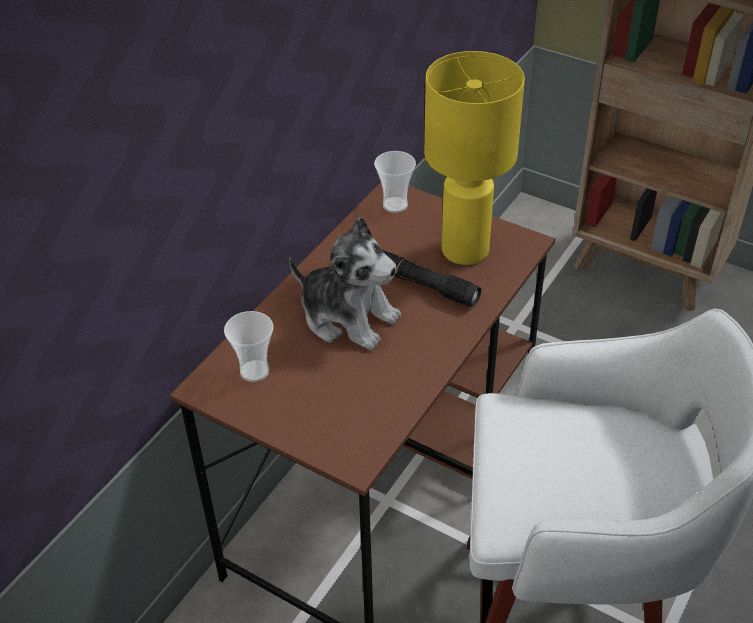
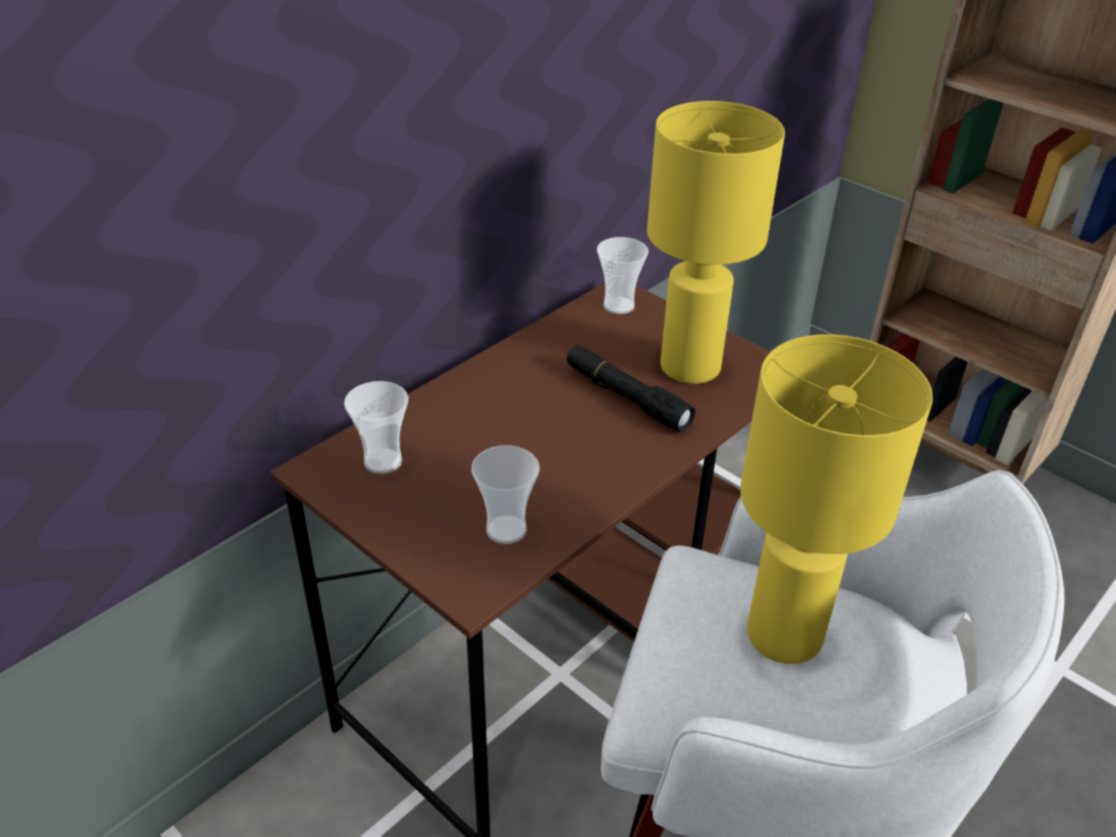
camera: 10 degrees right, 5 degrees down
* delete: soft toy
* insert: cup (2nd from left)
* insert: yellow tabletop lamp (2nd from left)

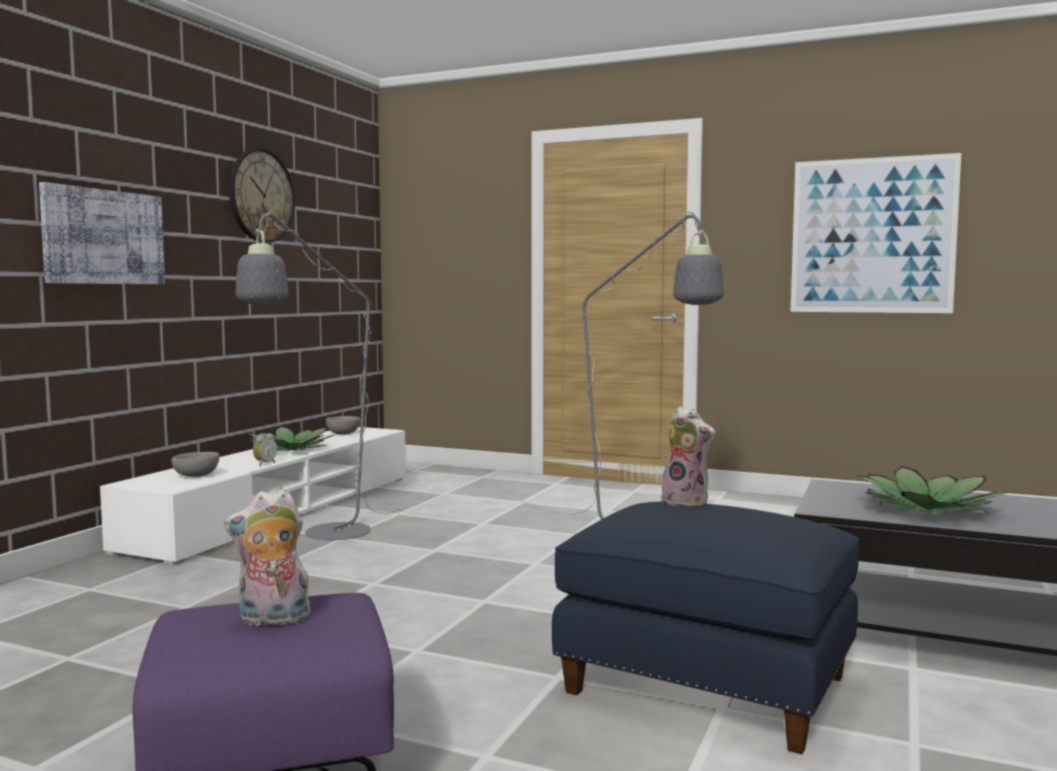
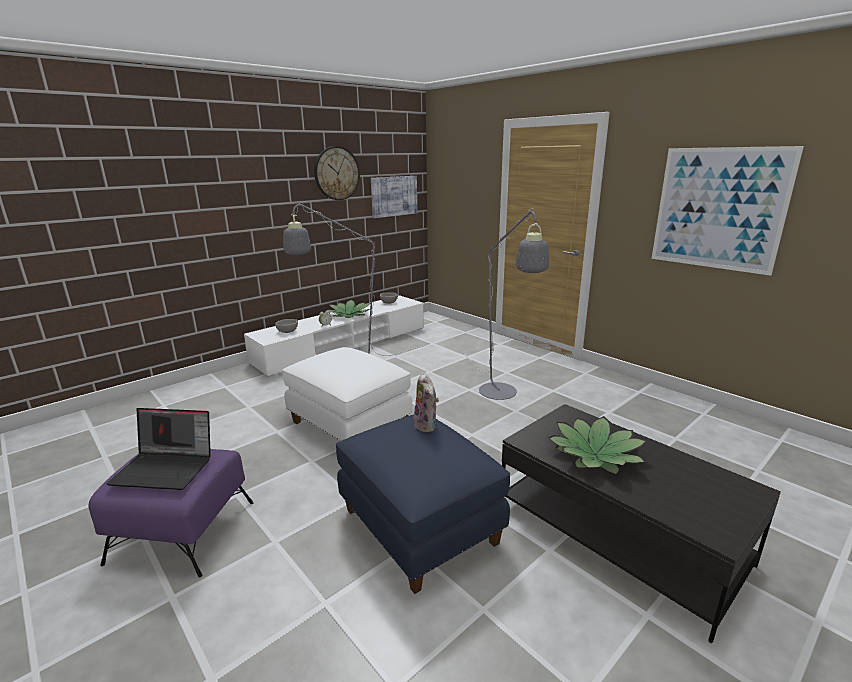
camera: 25 degrees right, 15 degrees up
* insert: whitish ottoman
* move: wall picture (1st from left)
* replace: soft toy (1st from left) to portable computer

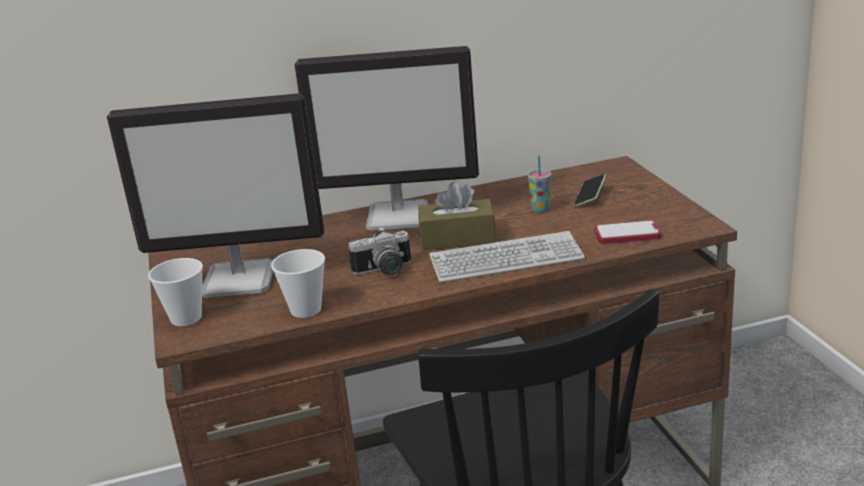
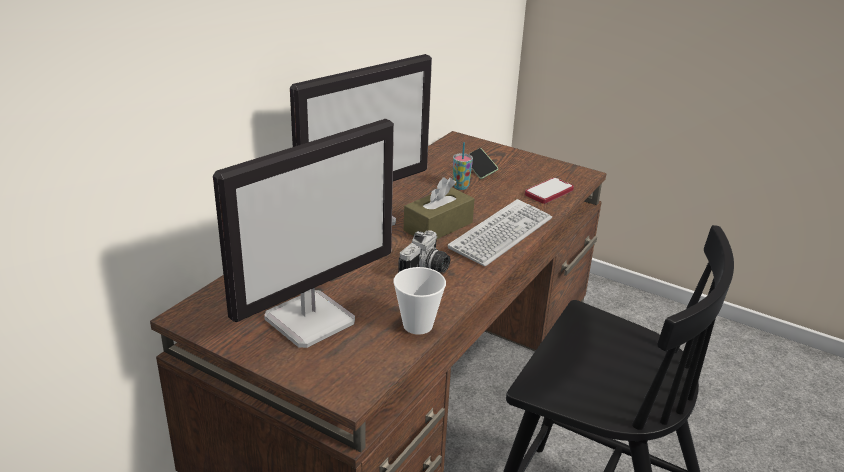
camera: 45 degrees left, 5 degrees up
* delete: cup (1st from left)

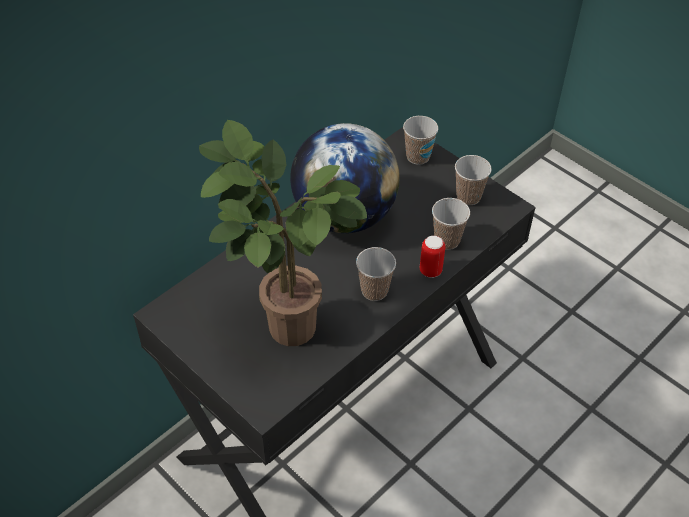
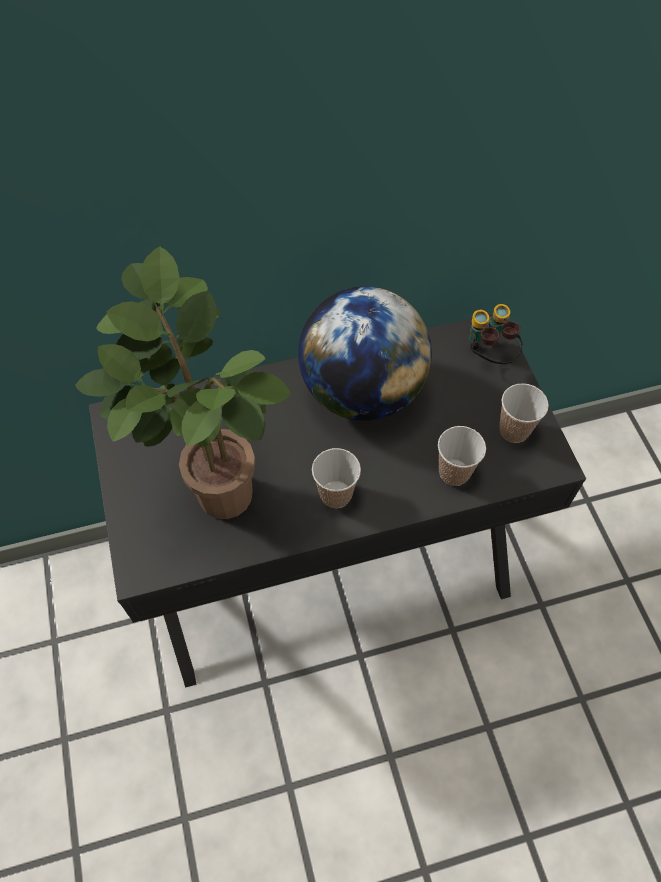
camera: 30 degrees right, 10 degrees up
* delete: metal can
* replace: cup (2nd from left) to field glasses

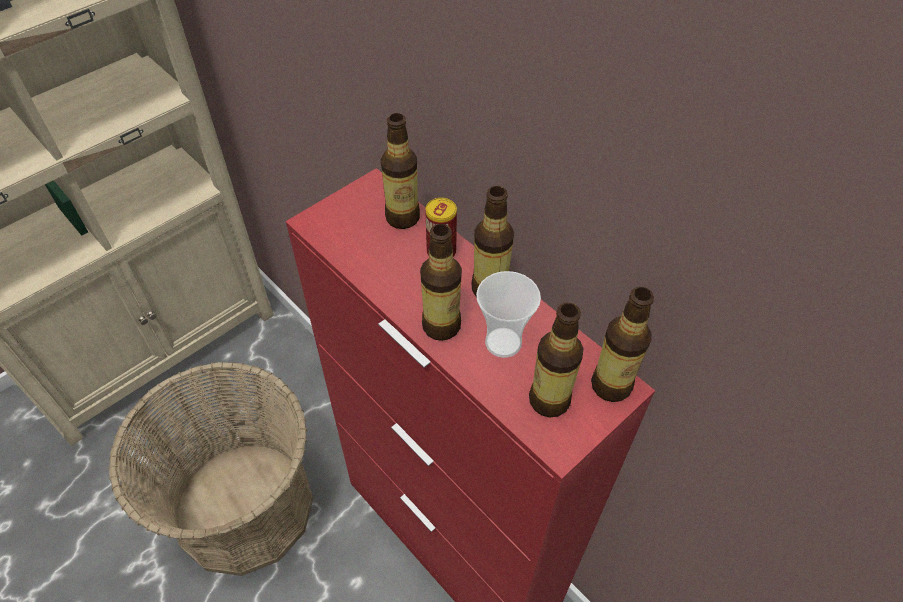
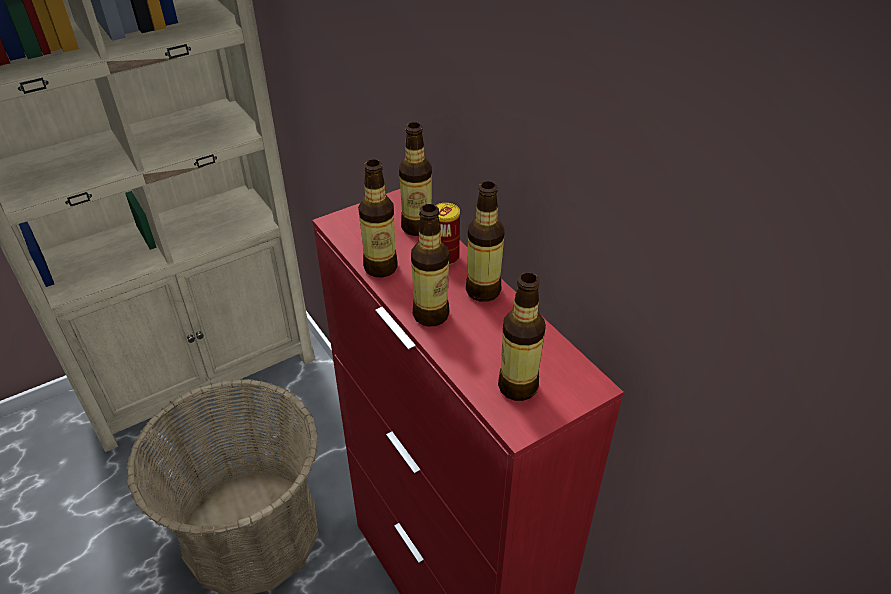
camera: 10 degrees right, 10 degrees down
* delete: cup
* move: drink bottle (5th from left in the first image) to drink bottle (1st from left)

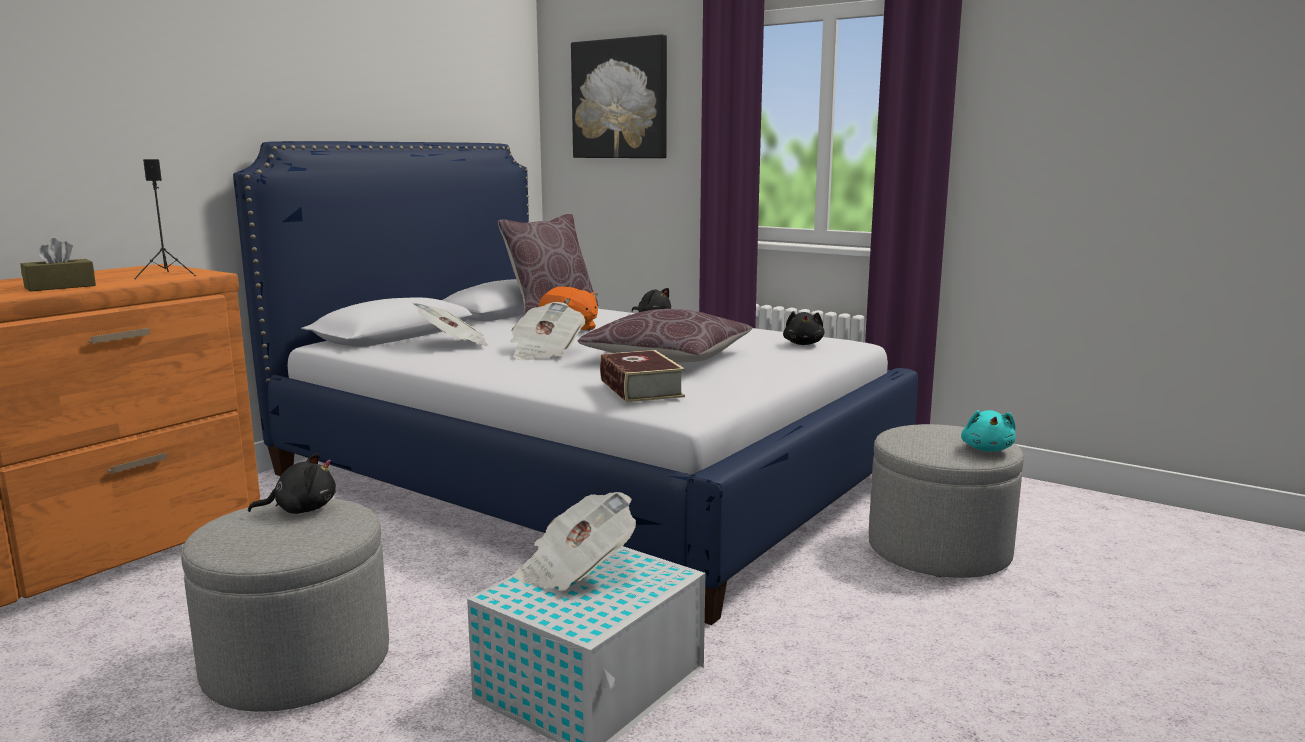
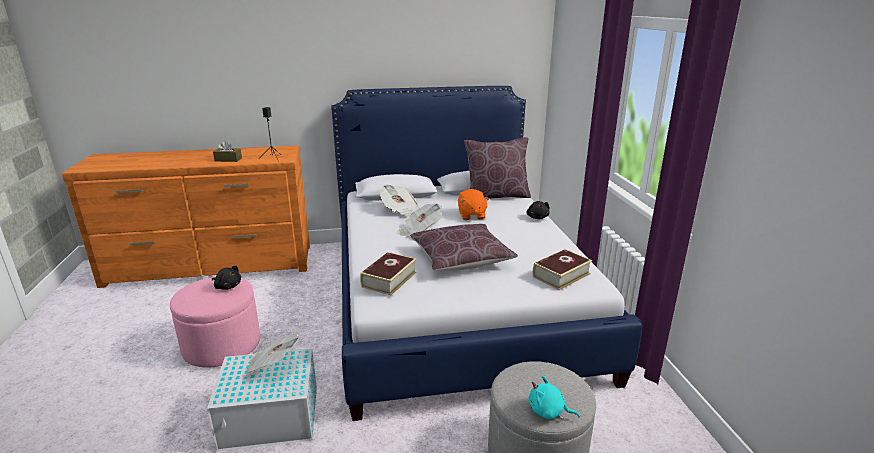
camera: 45 degrees right, 10 degrees up
* delete: wall picture
* replace: black soft toy (3rd from left) to volume (2nd from left)
* recolor: grey ottoman (1st from left) to pink-coloured ottoman
* rotate: turquoise-coloured soft toy 60 degrees clockwise

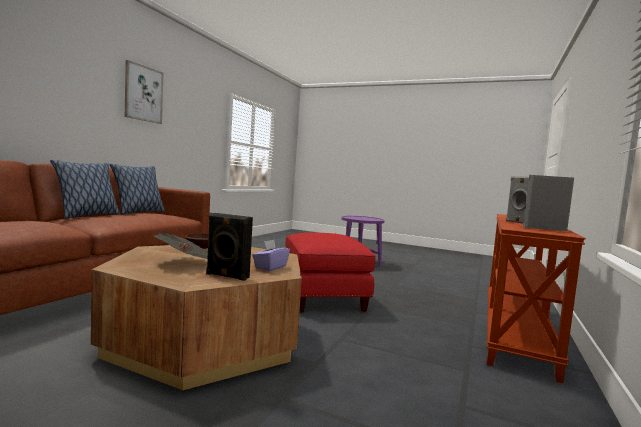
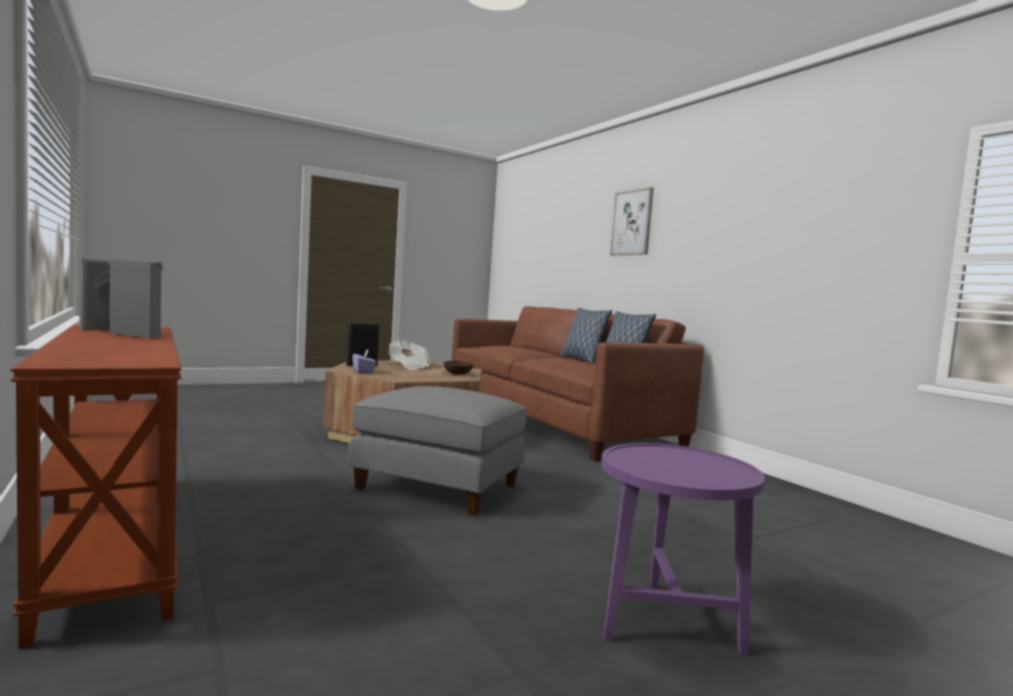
camera: 125 degrees right, 0 degrees up
* move: wall picture
* recolor: reddish ottoman to grey ottoman

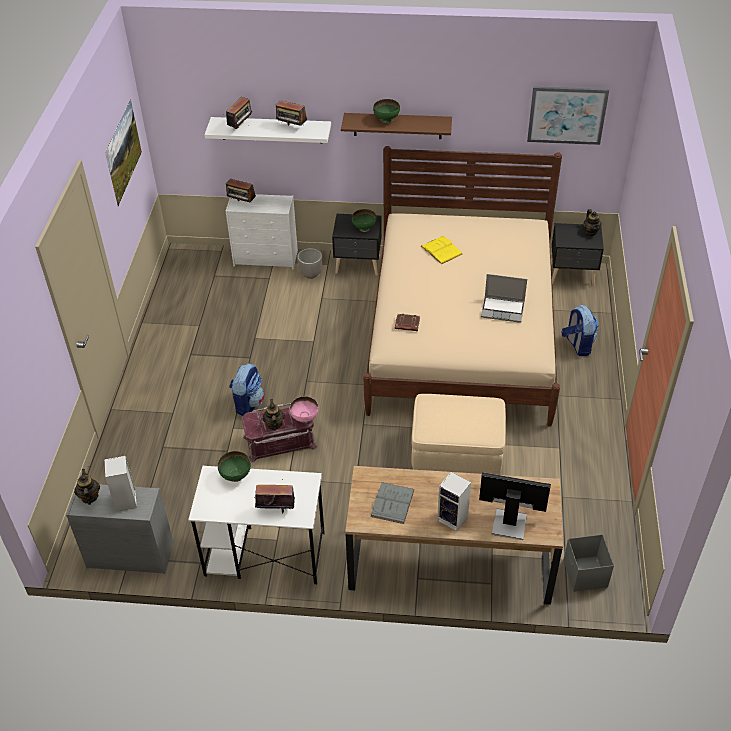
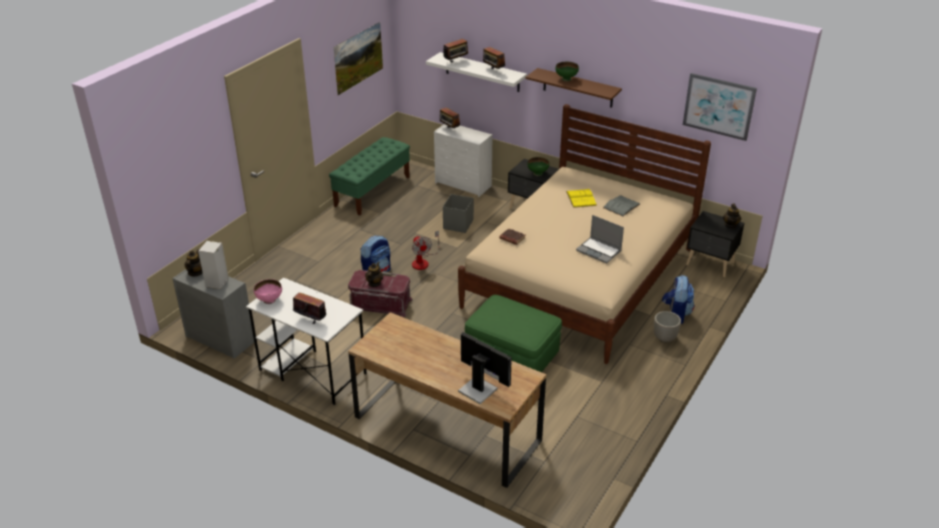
camera: 25 degrees right, 10 degrees down
* delete: greenish bowl (1st from left)
* delete: speaker (2nd from left)
* insert: greenish long seat
* insert: cooling fan
* move: pink-coloured bowl
* move: plant pot
* move: grey volume
* move: grey storage box
* recolor: beige ottoman to greenish ottoman

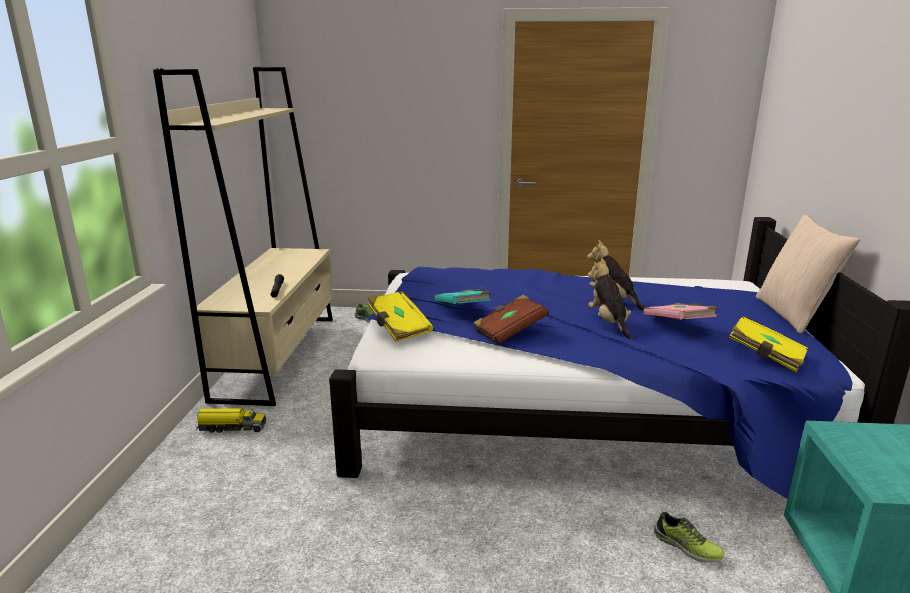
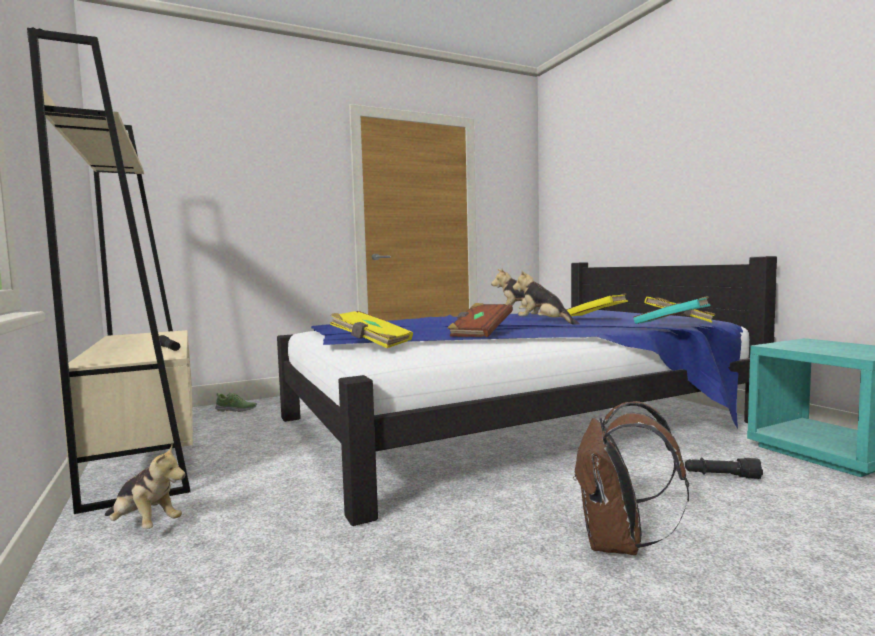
camera: 30 degrees left, 15 degrees down
* delete: beige pillow
* insert: brown-coloured rucksack
* move: turquoise-coloured volume
* replace: model truck to soft toy (1st from left)
* replace: item of footwear (2nd from left) to black flashlight (2nd from left)
* recolor: pink-coloured volume to yellow volume (2nd from left)

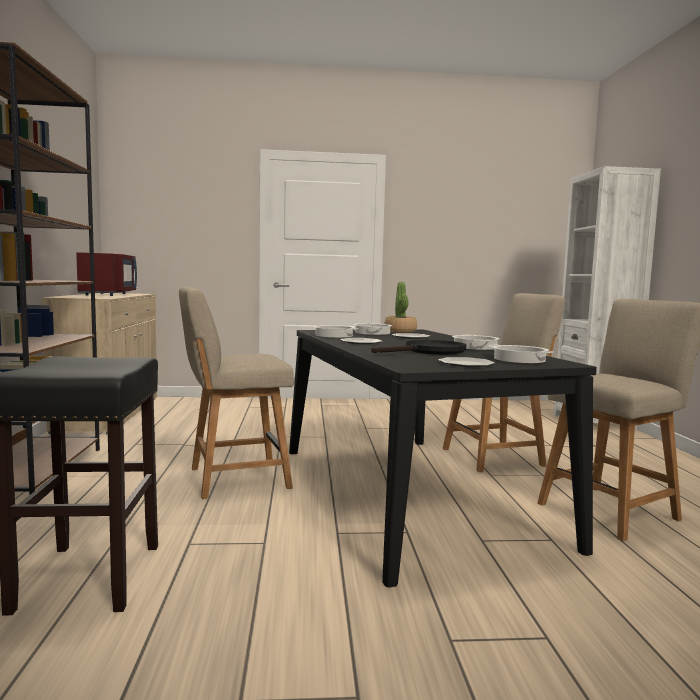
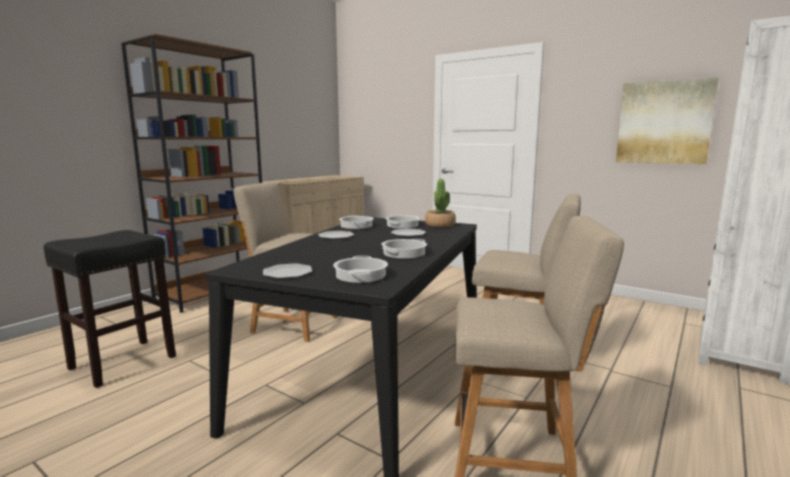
camera: 40 degrees right, 5 degrees up
* delete: reddish kitchen microwave
* delete: black frying pan
* insert: wall picture

